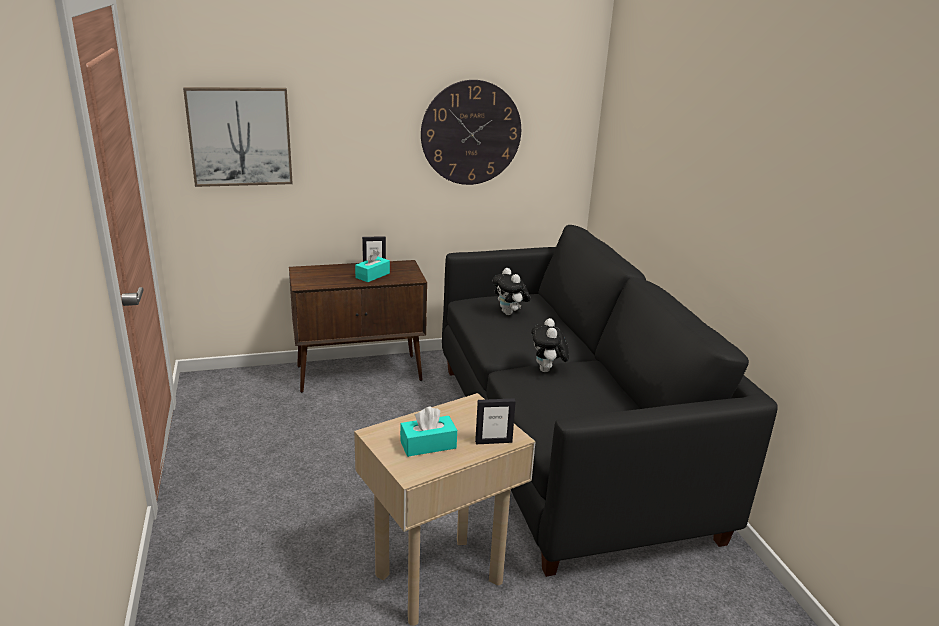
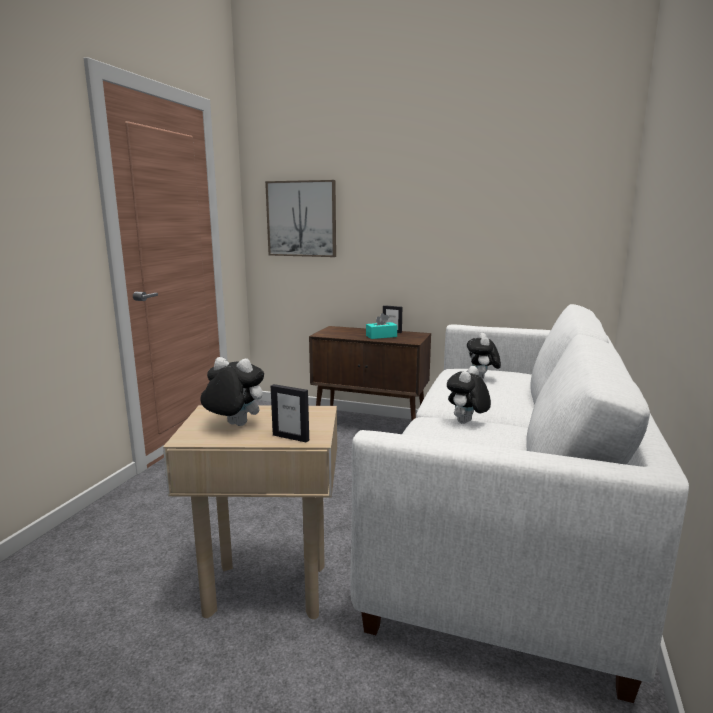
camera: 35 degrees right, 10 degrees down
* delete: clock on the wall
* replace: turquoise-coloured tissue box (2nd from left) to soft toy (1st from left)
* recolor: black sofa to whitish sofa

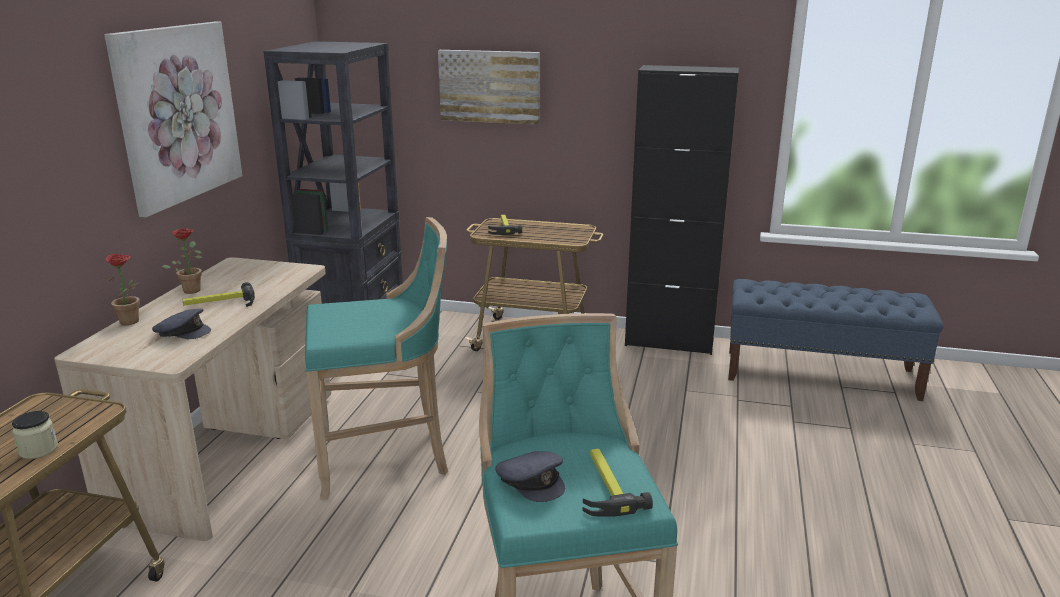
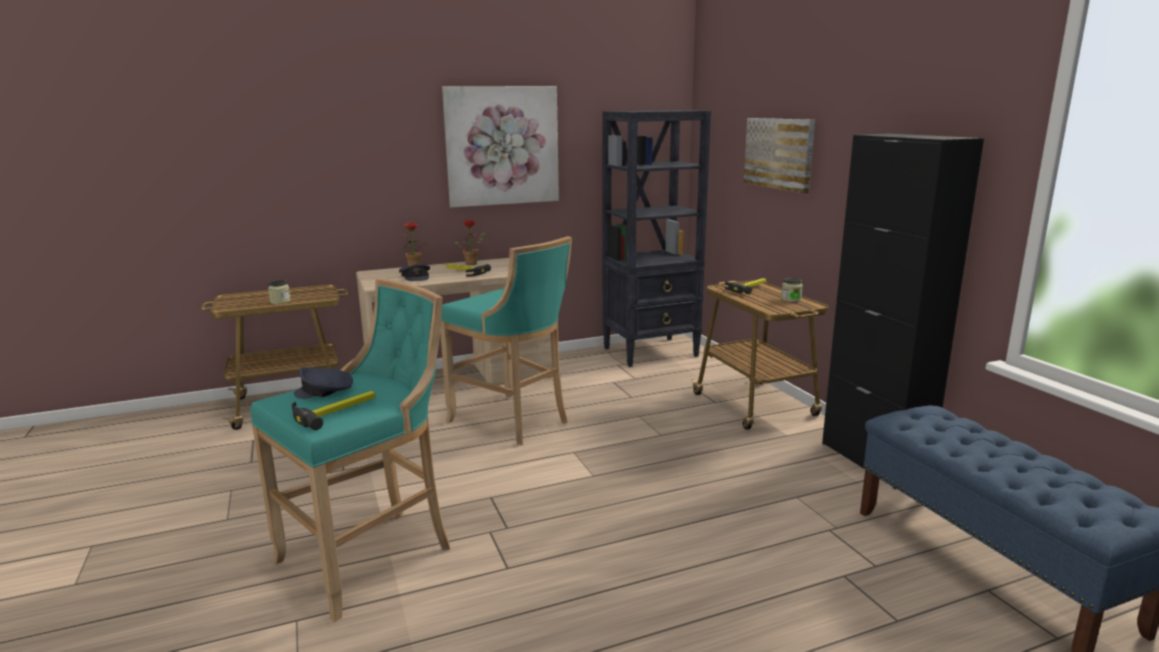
camera: 55 degrees right, 5 degrees down
* insert: jar (2nd from left)
* rotate: grey baseball cap (2nd from left in the first image) 60 degrees clockwise

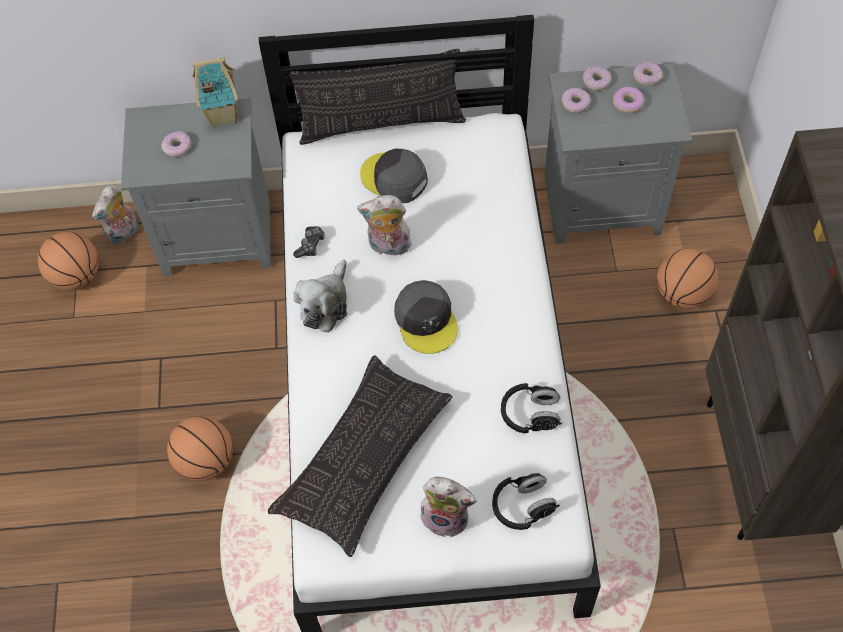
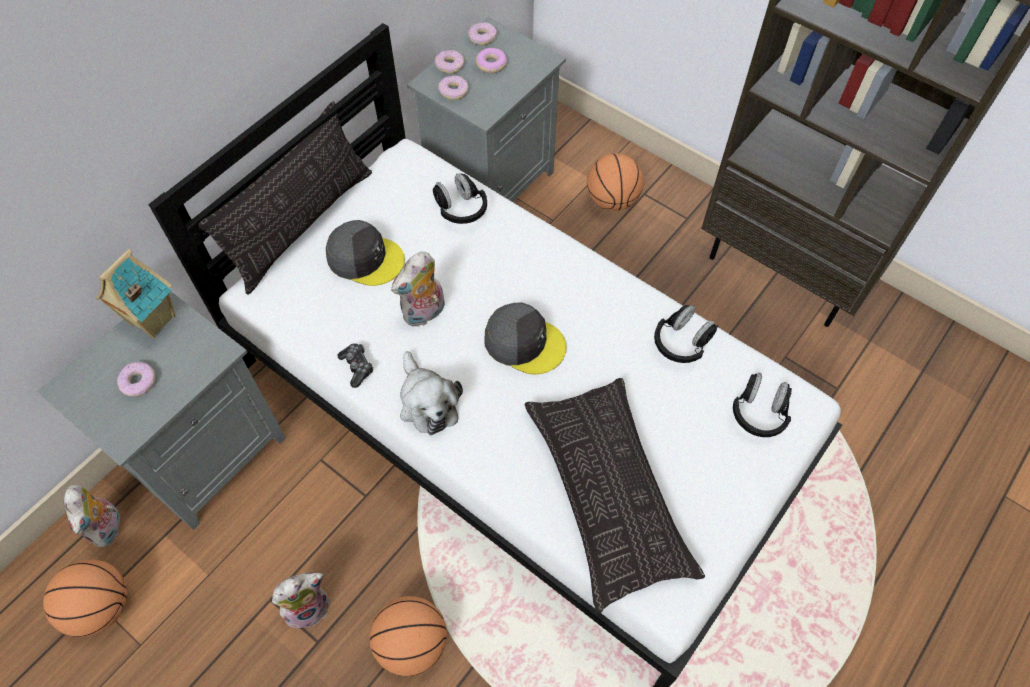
camera: 50 degrees left, 0 degrees up
* insert: black headset (1st from left)
* move: soft toy (4th from left in the first image) to soft toy (2nd from left)
* rotate: grey baseball cap (1st from left) 150 degrees counterclockwise

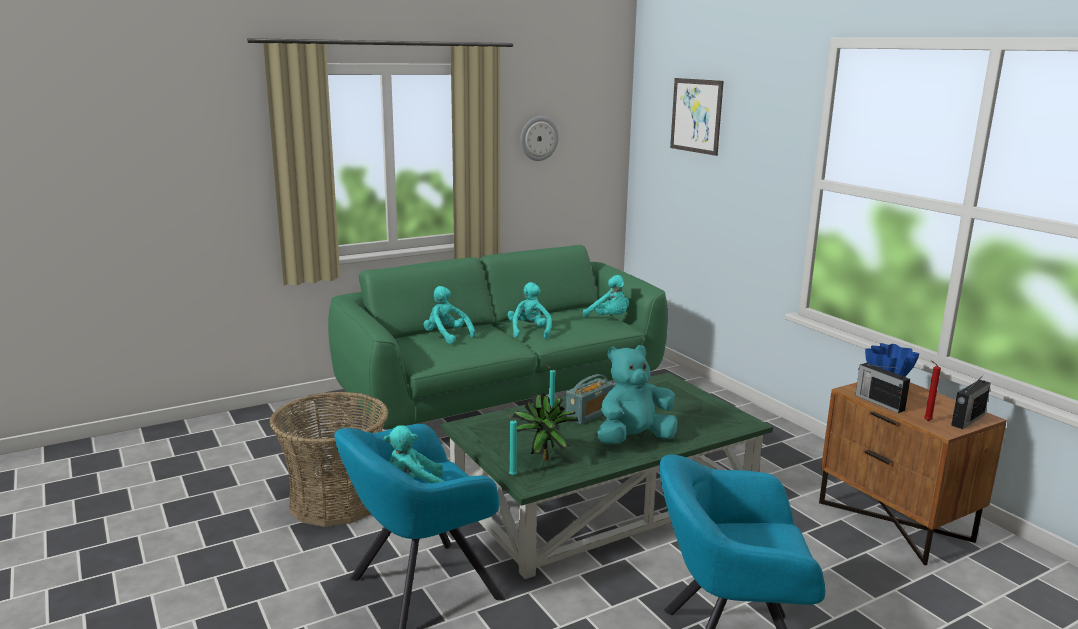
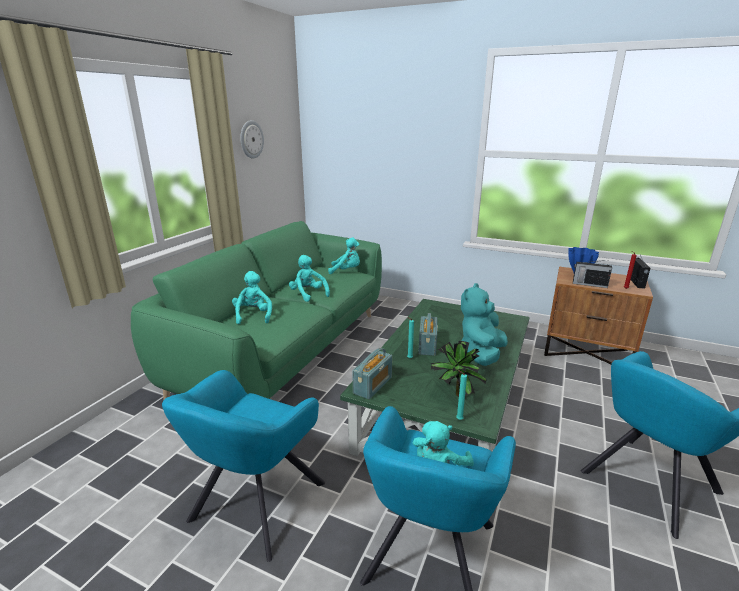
camera: 35 degrees left, 5 degrees up
* delete: wall picture
* insert: radio (1st from left)
* replace: basket to turquoise-coloured easy chair (1st from left)
* rotate: turquoise-coloured soft toy (2nd from left in the first image) 75 degrees clockwise

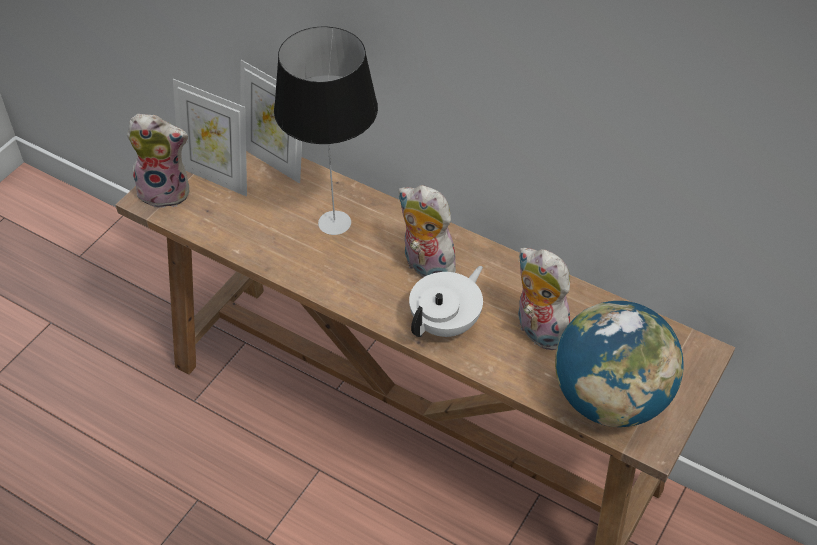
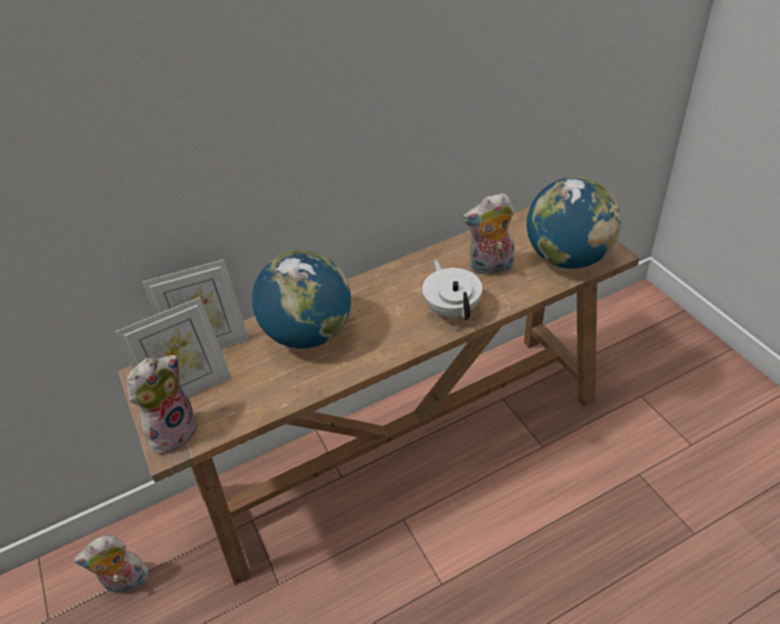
camera: 55 degrees left, 5 degrees down
* move: soft toy (2nd from left in the first image) to soft toy (1st from left)
* replace: tabletop lamp to globe (1st from left)

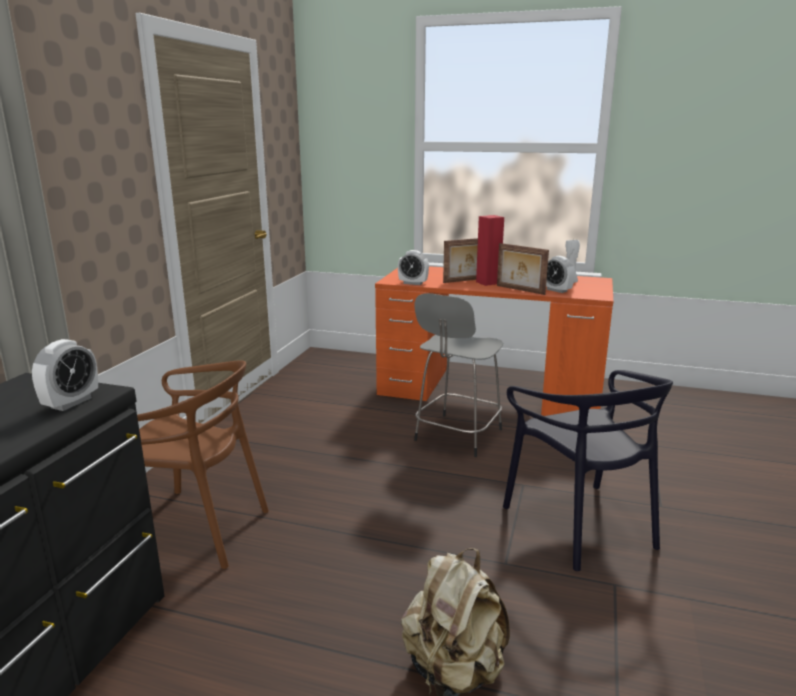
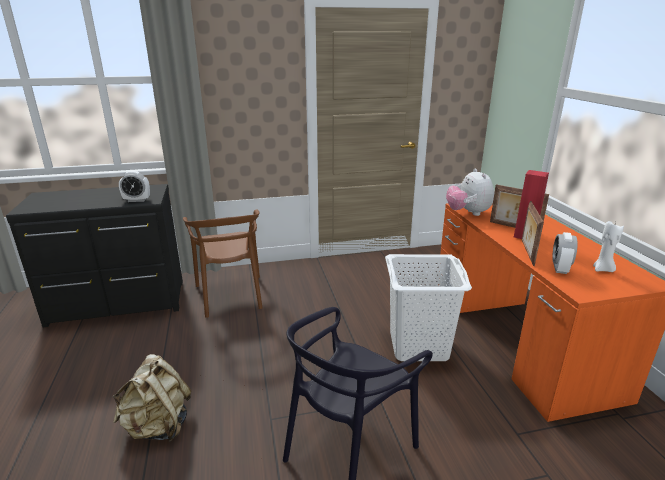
camera: 60 degrees right, 5 degrees up
* replace: alarm clock (2nd from left) to soft toy
* replace: grey stool seat to whitish washing basket

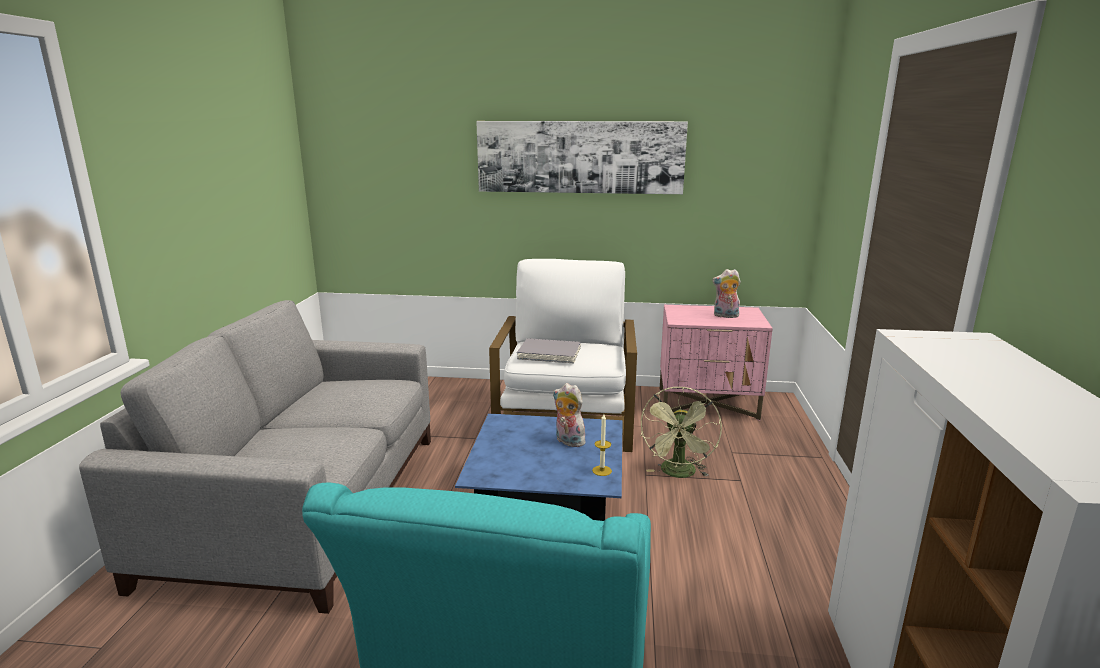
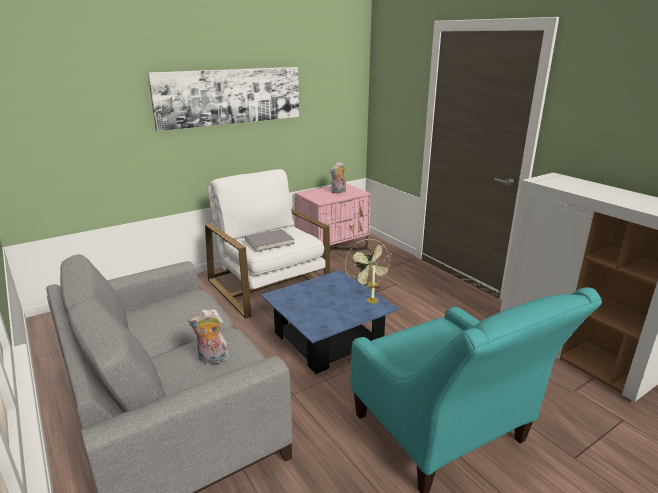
camera: 40 degrees left, 5 degrees up
* move: soft toy (1st from left)

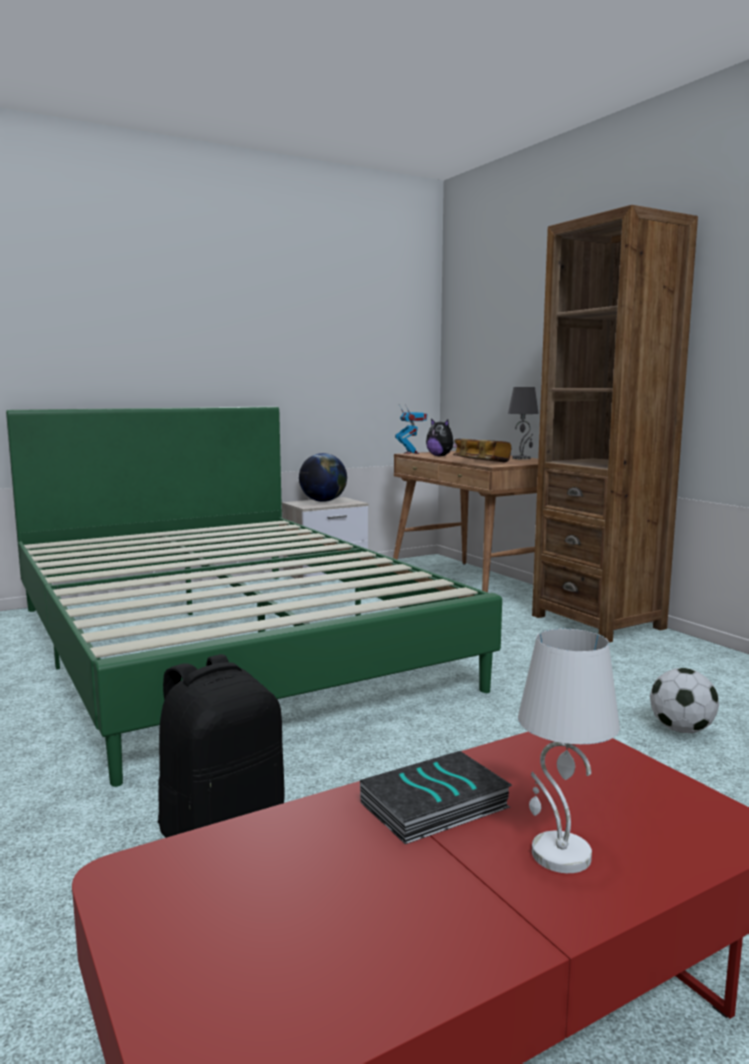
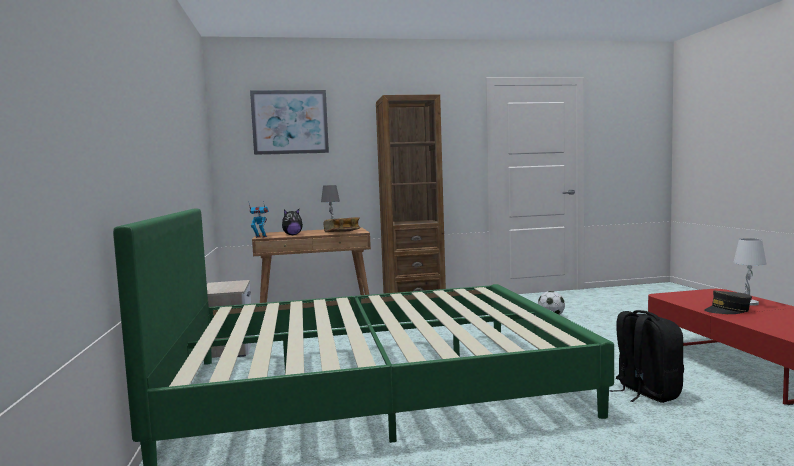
camera: 70 degrees left, 5 degrees down
* delete: globe
* insert: wall picture
* replace: volume (1st from left) to grey baseball cap

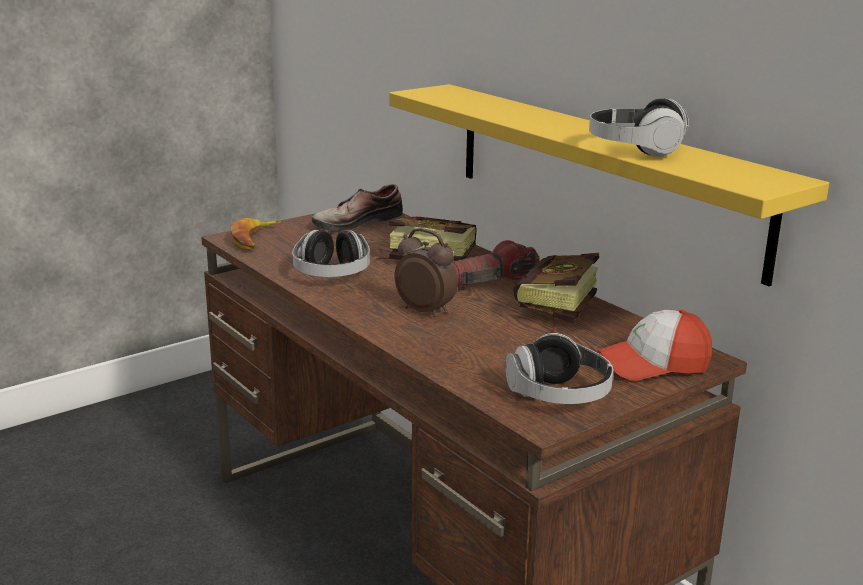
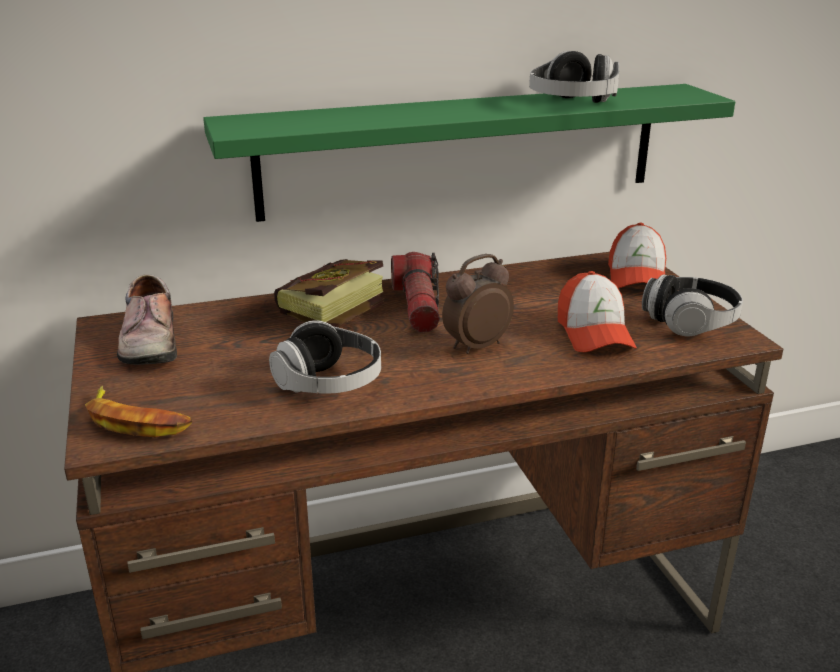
camera: 70 degrees left, 5 degrees up
* delete: volume (2nd from left)
* insert: baseball cap (1st from left)
* recolor: yellow shelf to greenish shelf

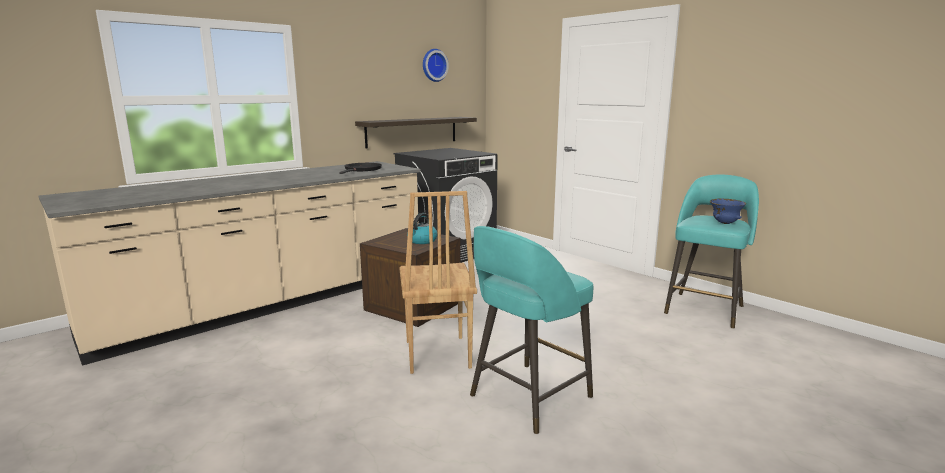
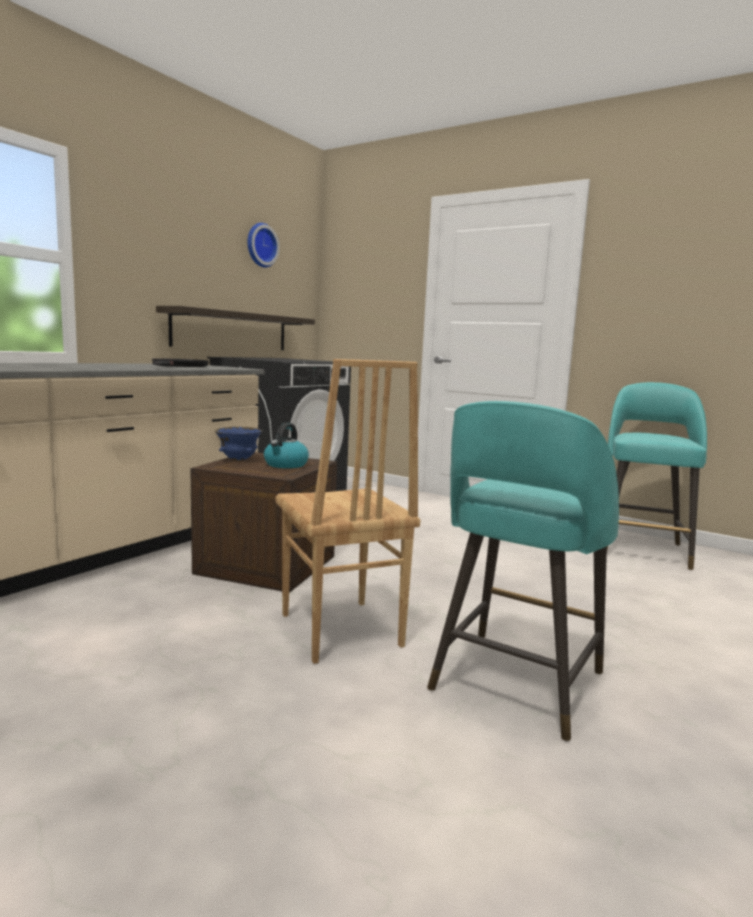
camera: 15 degrees left, 5 degrees down
* move: blue bowl

